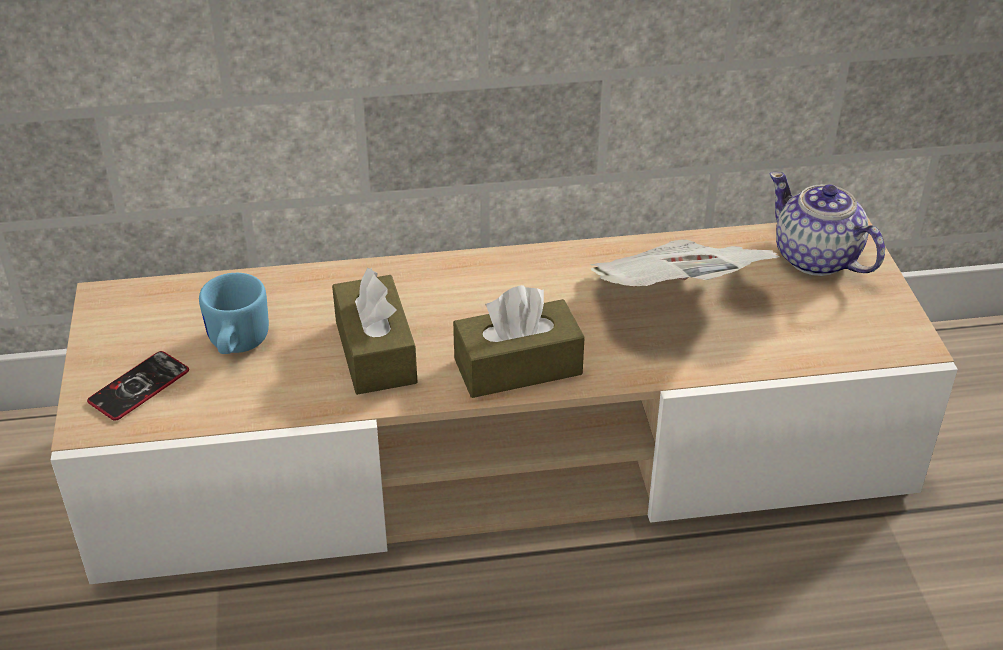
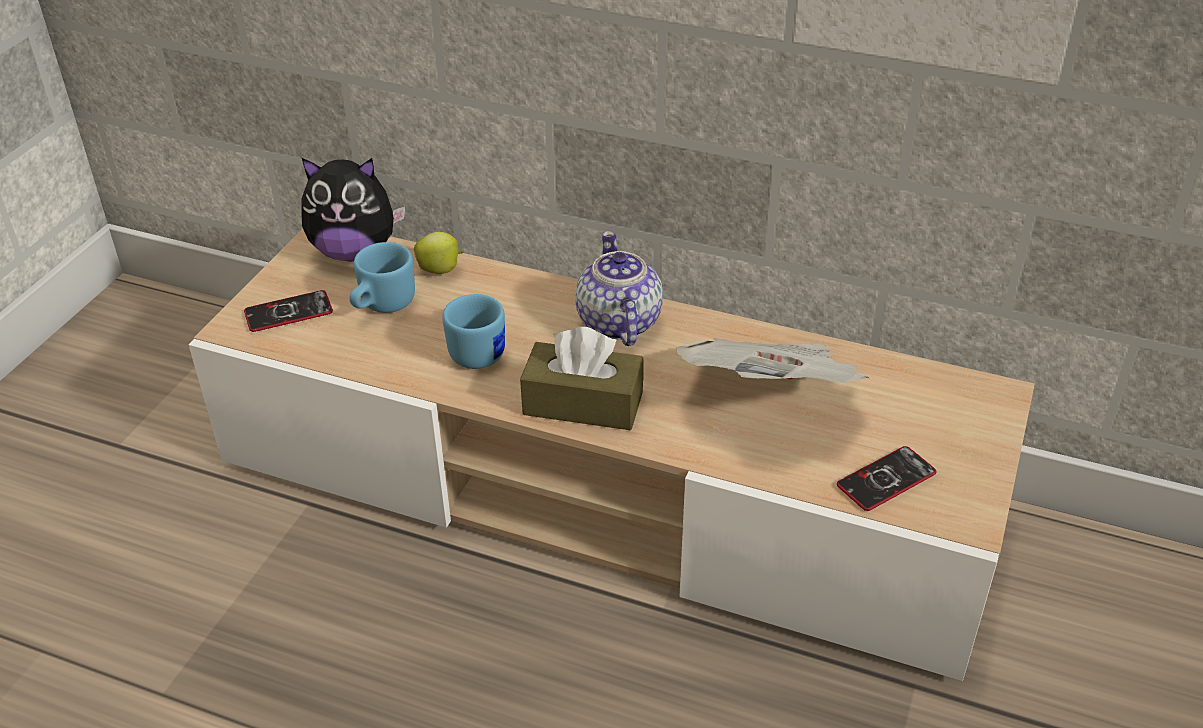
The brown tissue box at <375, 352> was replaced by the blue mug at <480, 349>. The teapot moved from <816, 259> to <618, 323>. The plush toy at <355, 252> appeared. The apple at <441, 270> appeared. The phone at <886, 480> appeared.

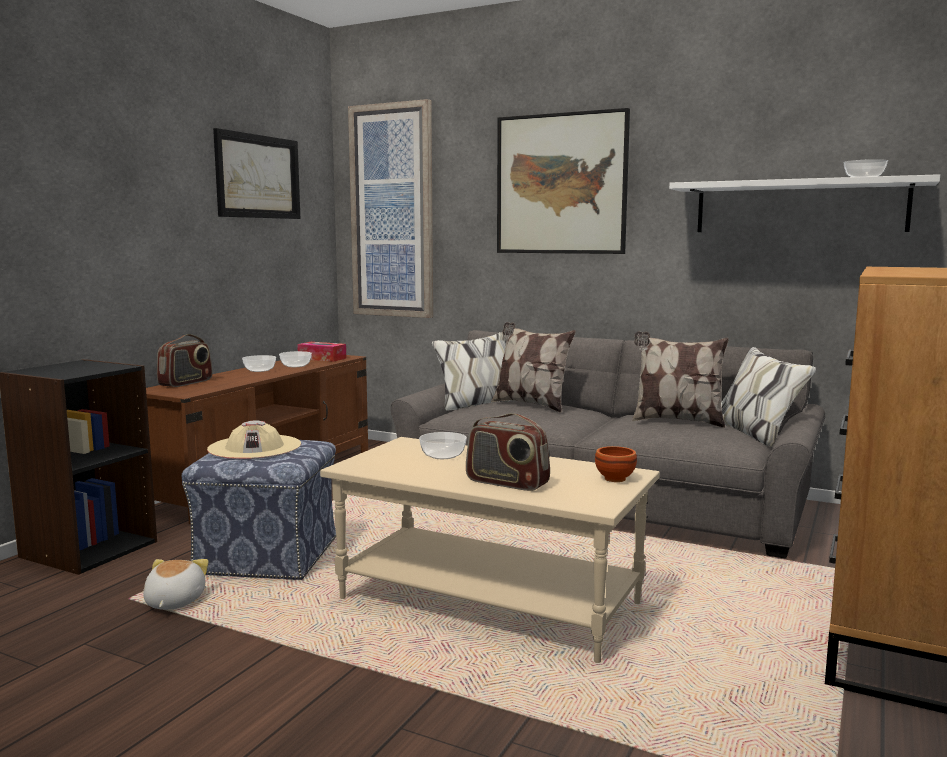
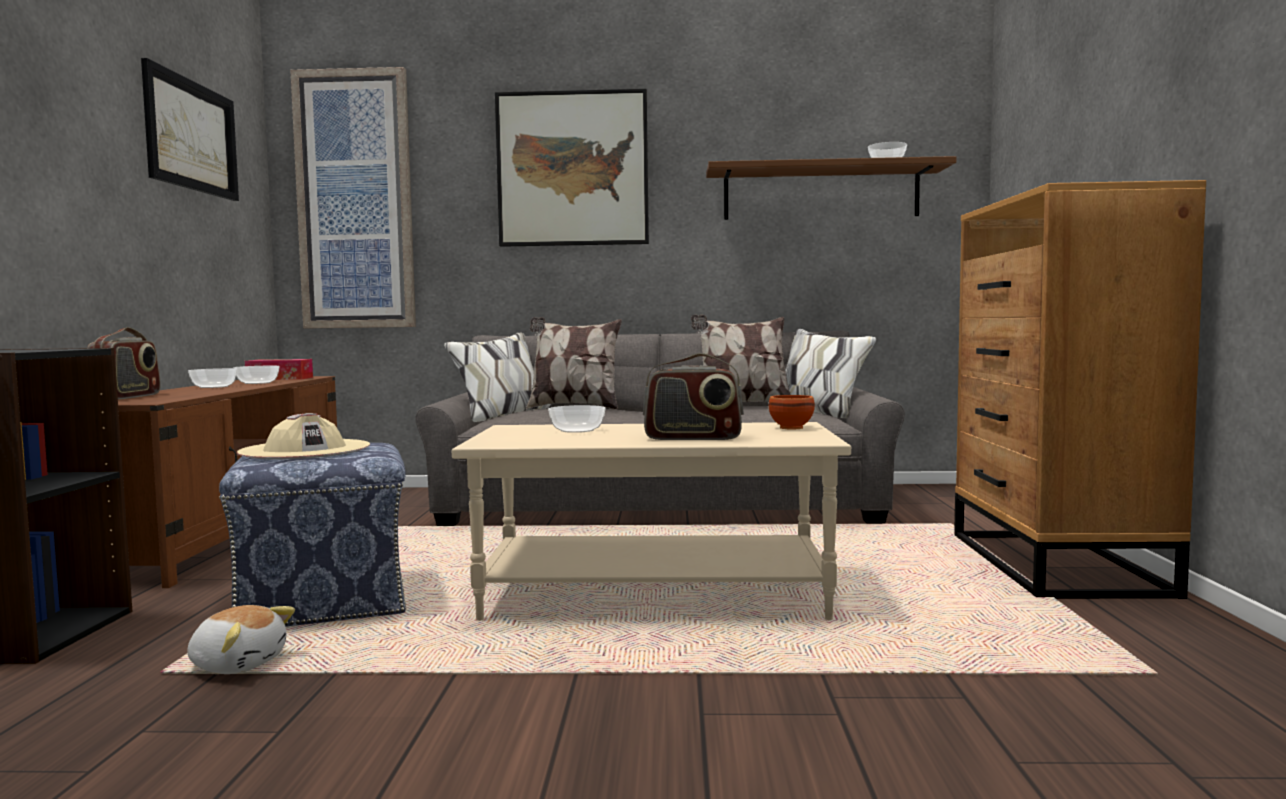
The plush toy at <173, 602> turned 135 degrees clockwise. The white shelf at <799, 207> became the brown shelf at <821, 193>.

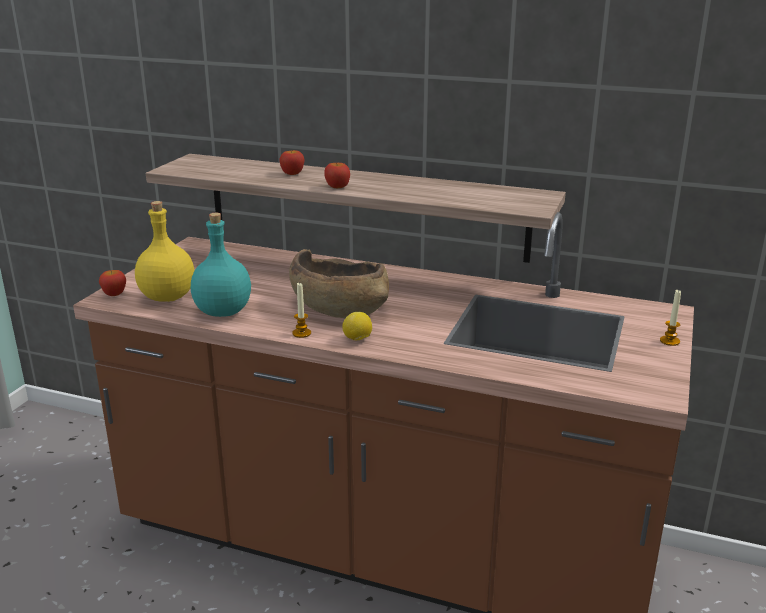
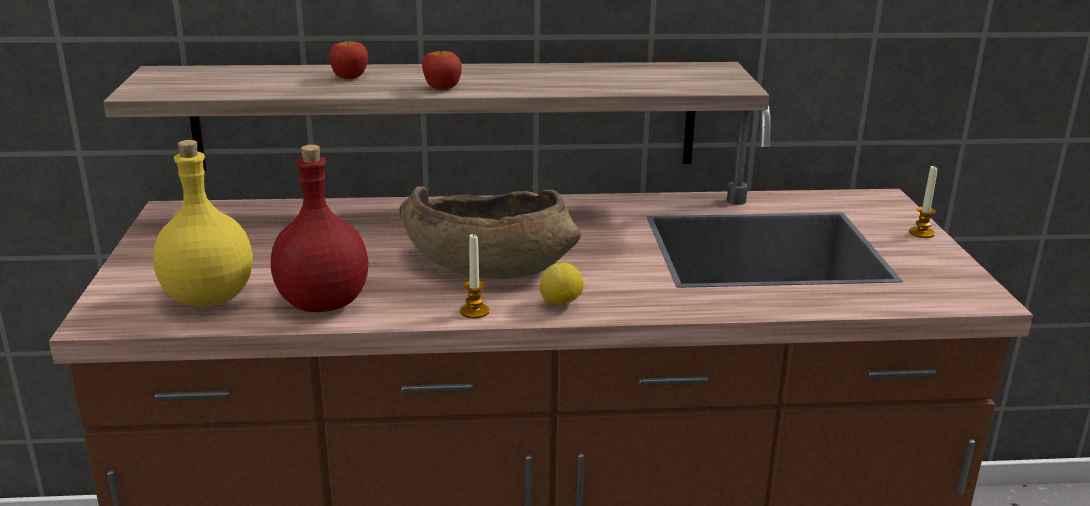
The apple at <114, 294> disappeared. The turquoise bottle at <224, 312> became the red bottle at <325, 303>.

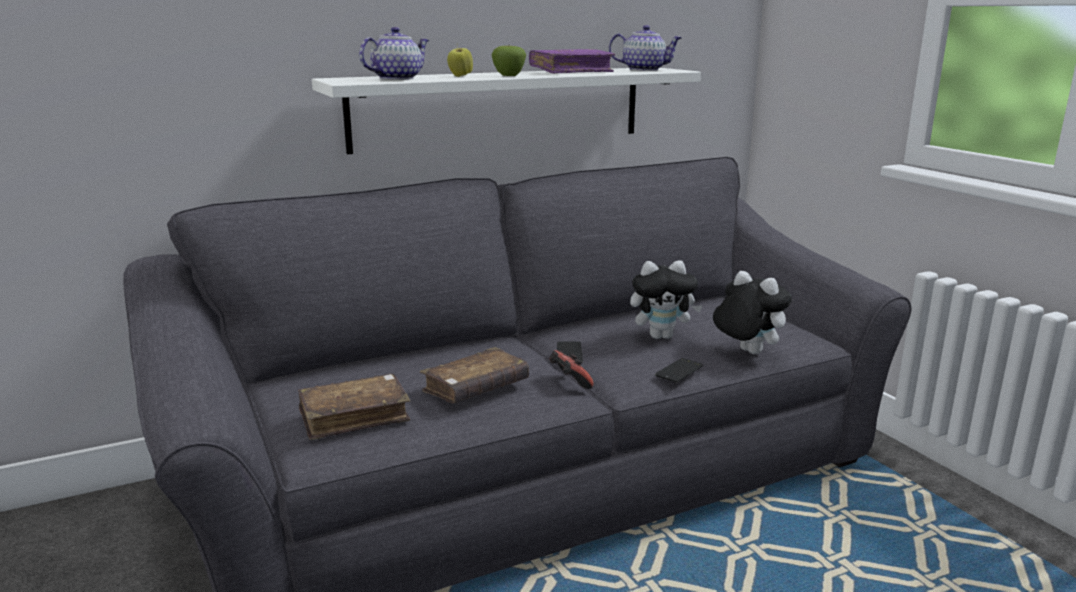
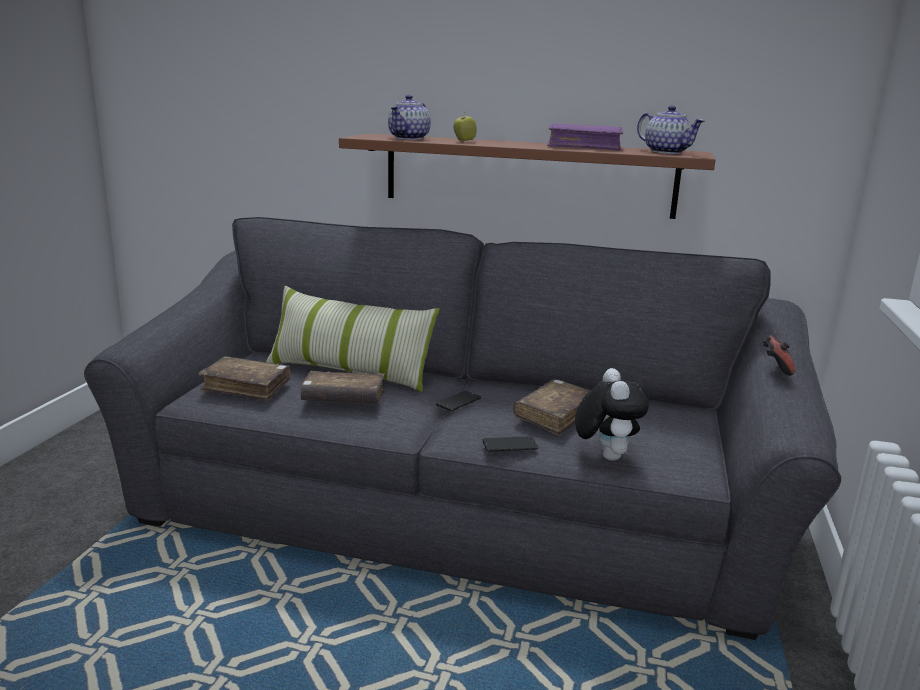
The white shelf at <500, 107> became the brown shelf at <527, 175>. The teapot at <397, 78> turned 120 degrees clockwise. The apple at <509, 76> disappeared. The game controller moved from <569, 382> to <776, 367>. The plush toy at <662, 336> was replaced by the brown book at <554, 416>. The pillow at <349, 372> appeared.

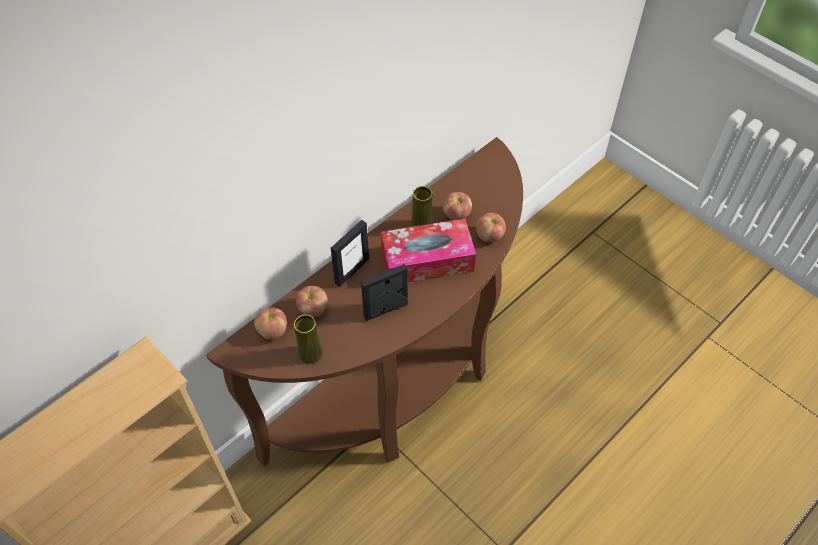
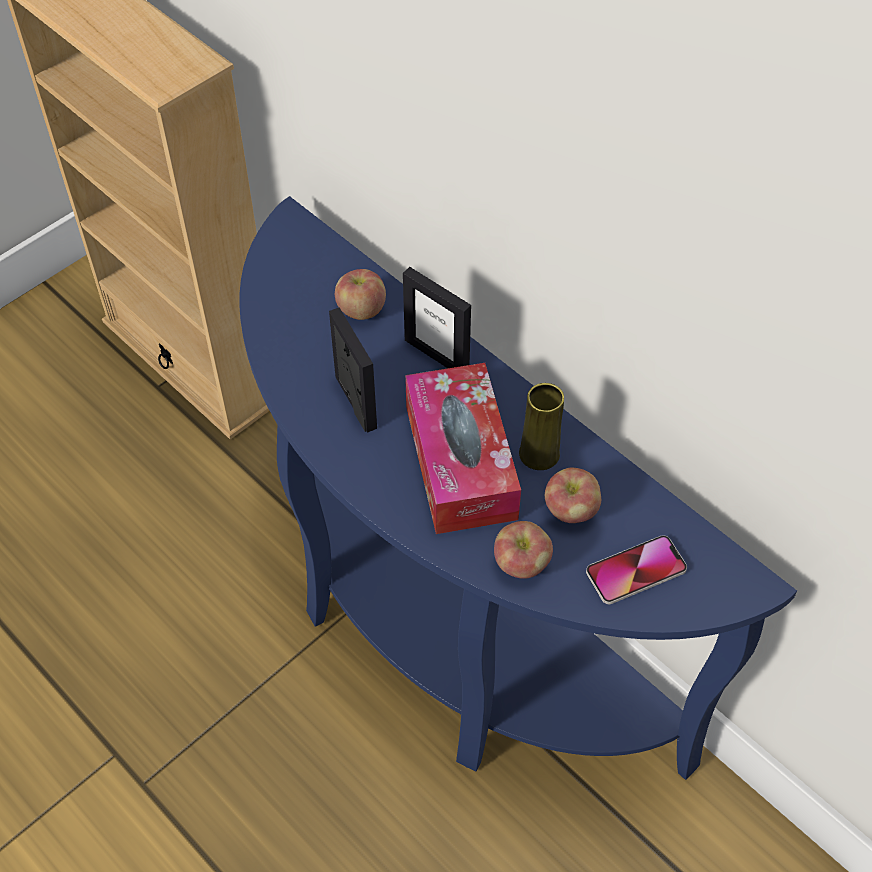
The brown console table at <403, 386> became the blue console table at <445, 633>. The apple at <272, 331> disappeared. The yellow vase at <310, 353> disappeared. The phone at <636, 571> appeared.

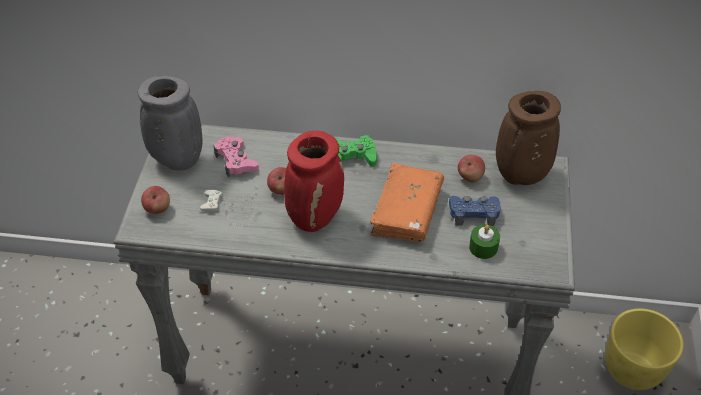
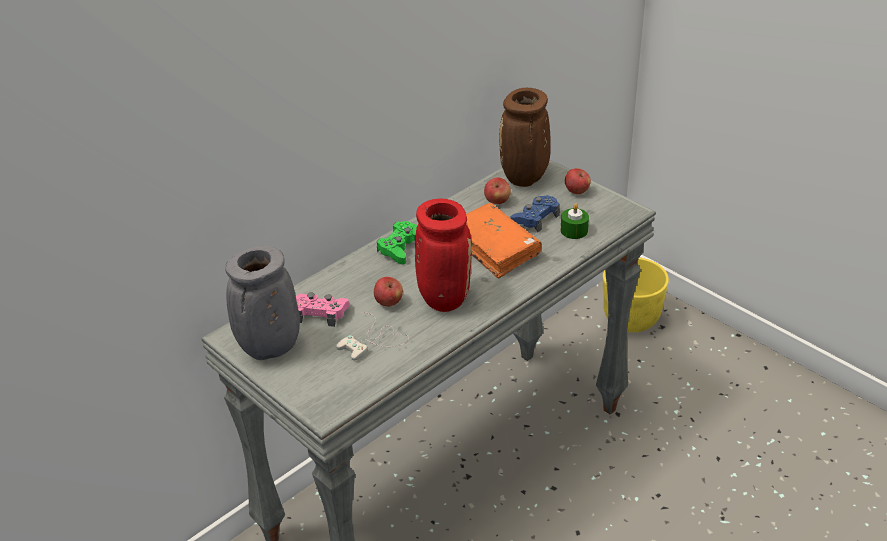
The apple moved from <157, 209> to <576, 192>.

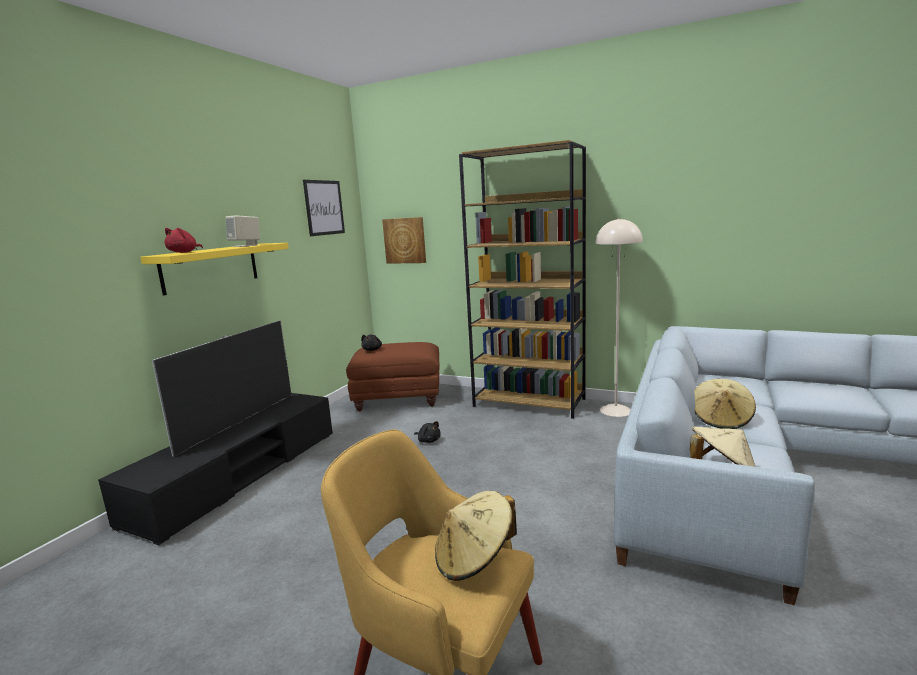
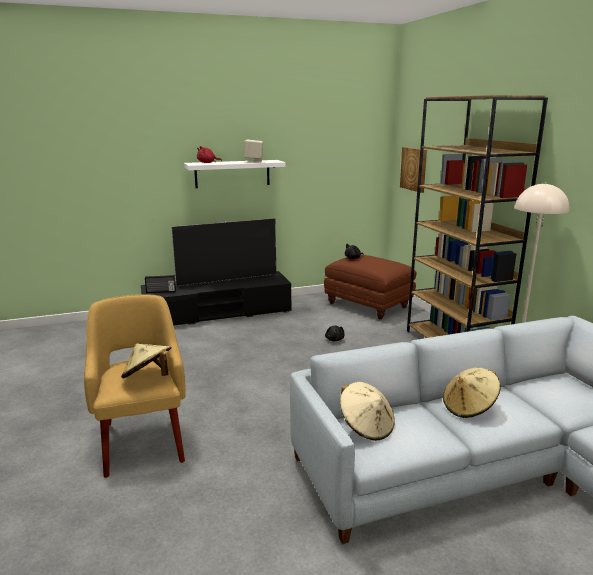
The yellow shelf at <211, 267> became the white shelf at <232, 173>. The picture at <324, 207> disappeared. The radio at <161, 291> appeared.

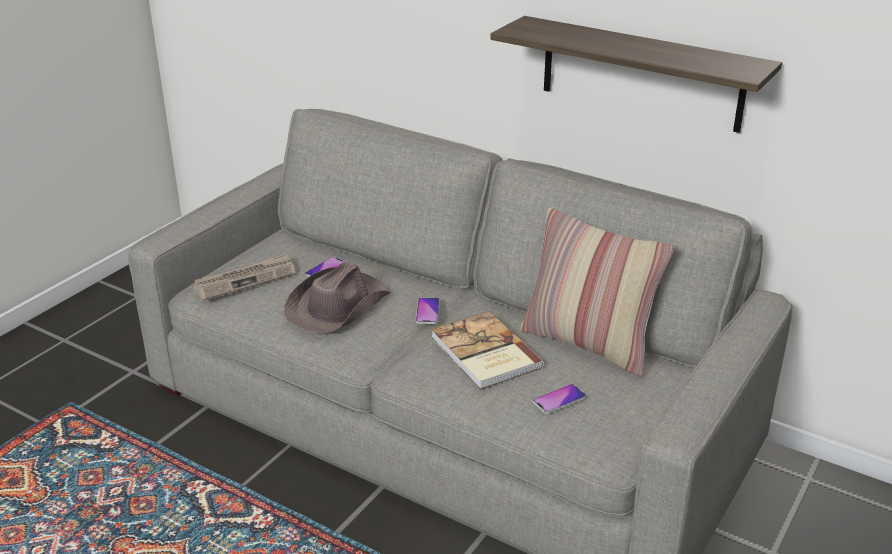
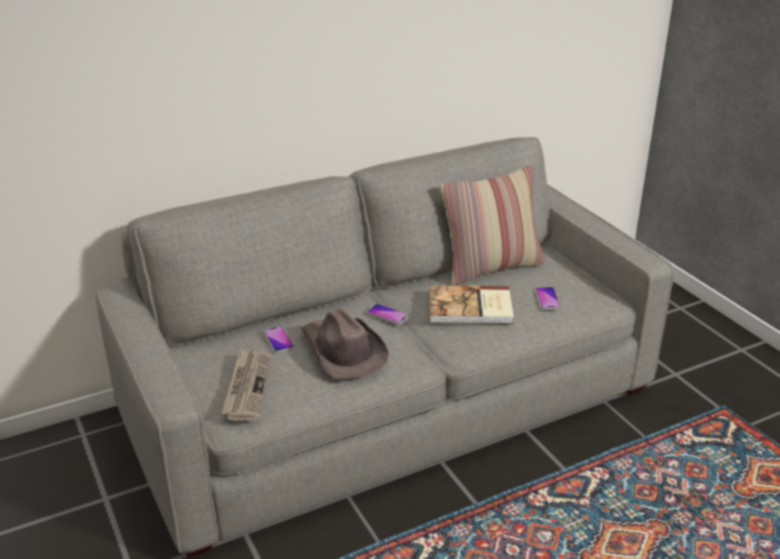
The shelf at <641, 74> disappeared.

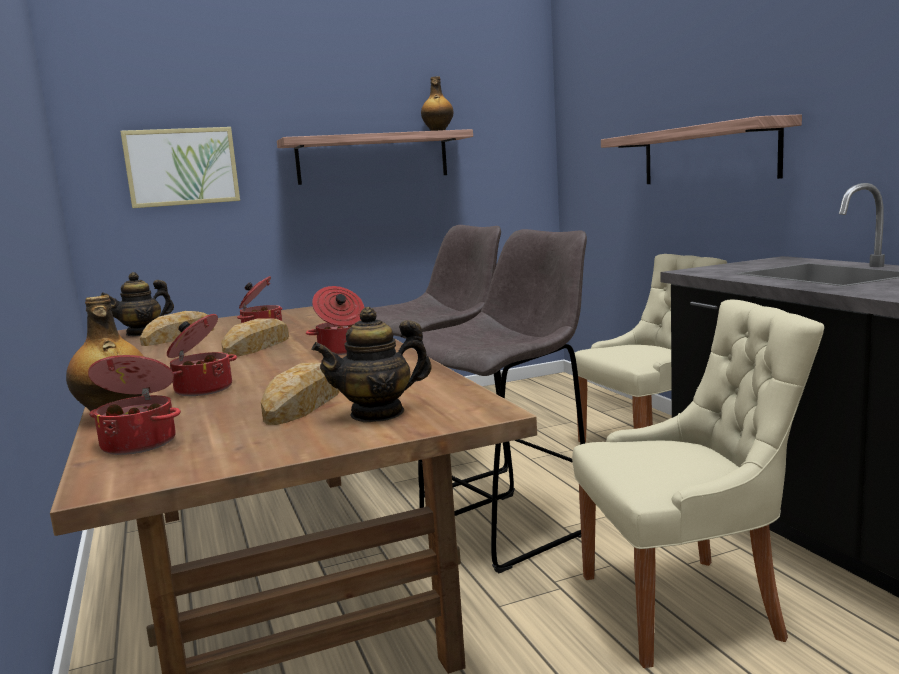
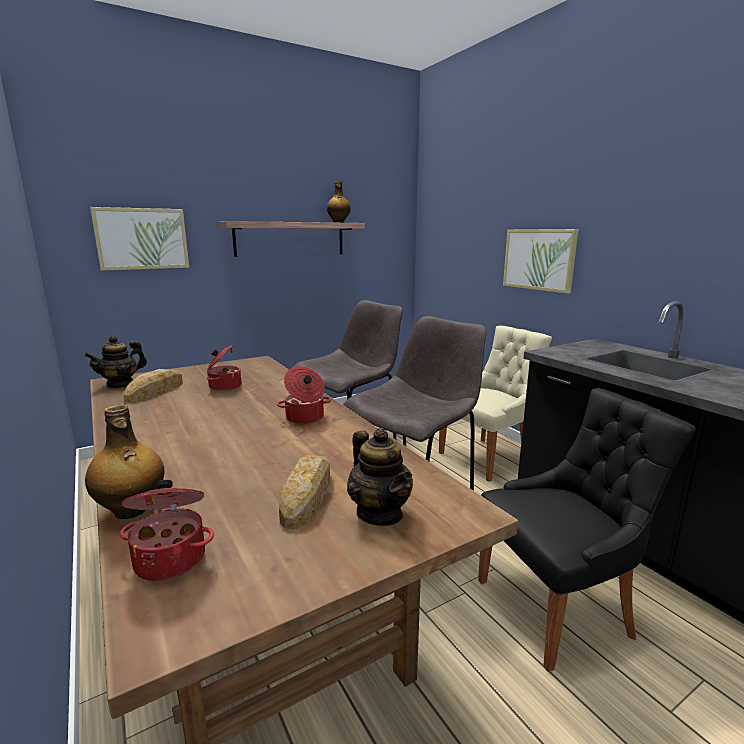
The cooking pot at <202, 389> disappeared. The bread at <258, 346> disappeared. The teapot at <378, 413> turned 90 degrees counterclockwise. The beige chair at <686, 606> became the black chair at <558, 607>. The shelf at <707, 154> was replaced by the picture at <539, 259>.

